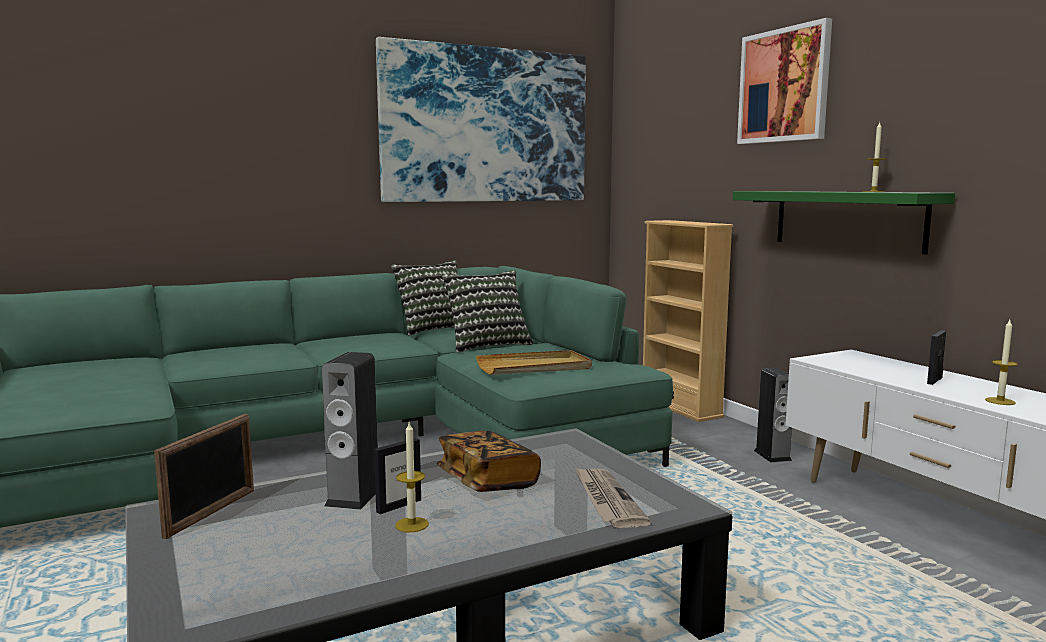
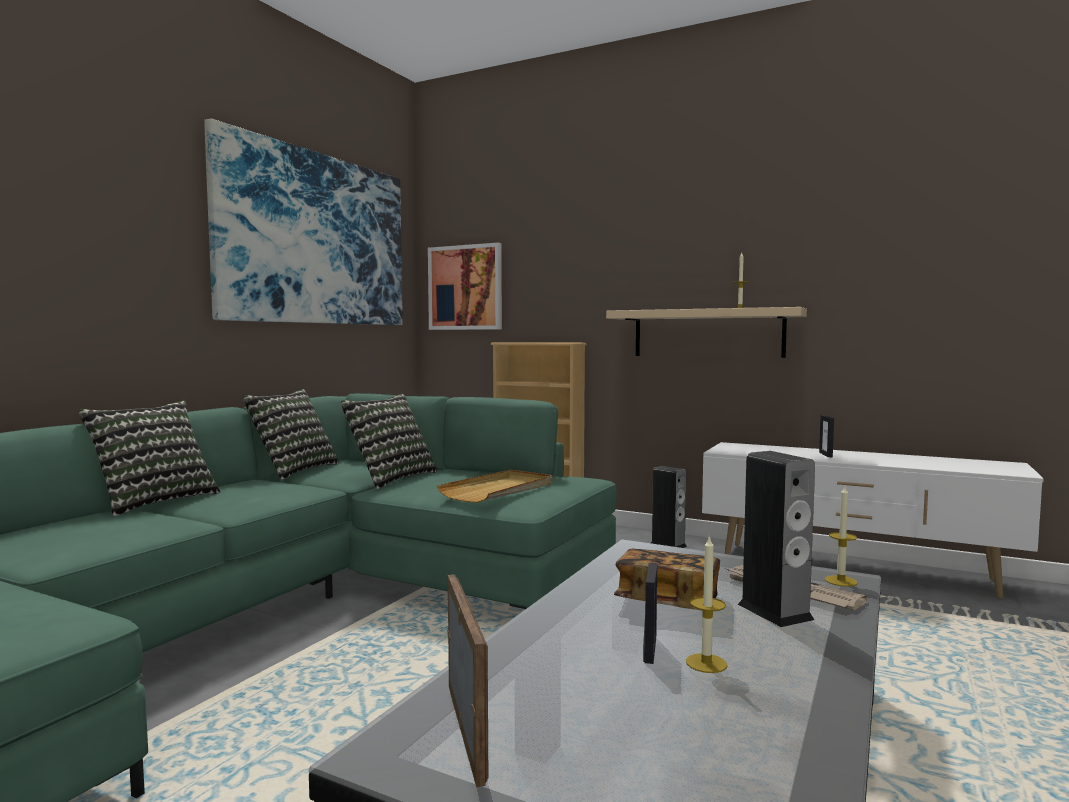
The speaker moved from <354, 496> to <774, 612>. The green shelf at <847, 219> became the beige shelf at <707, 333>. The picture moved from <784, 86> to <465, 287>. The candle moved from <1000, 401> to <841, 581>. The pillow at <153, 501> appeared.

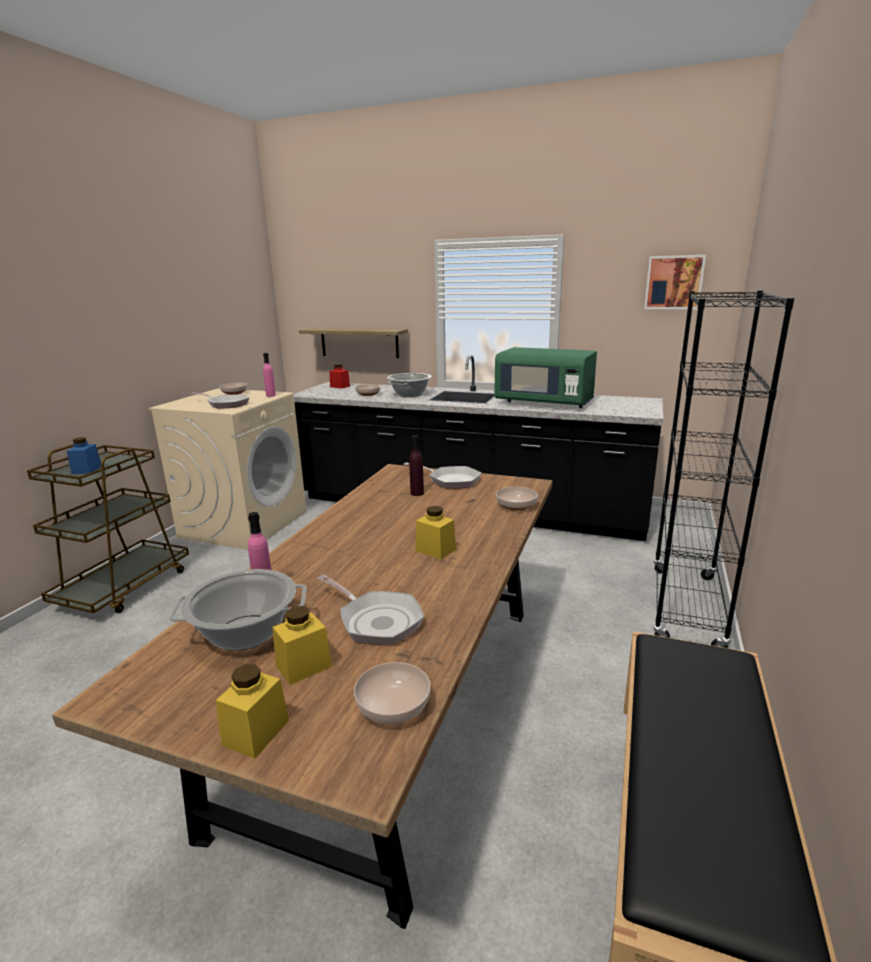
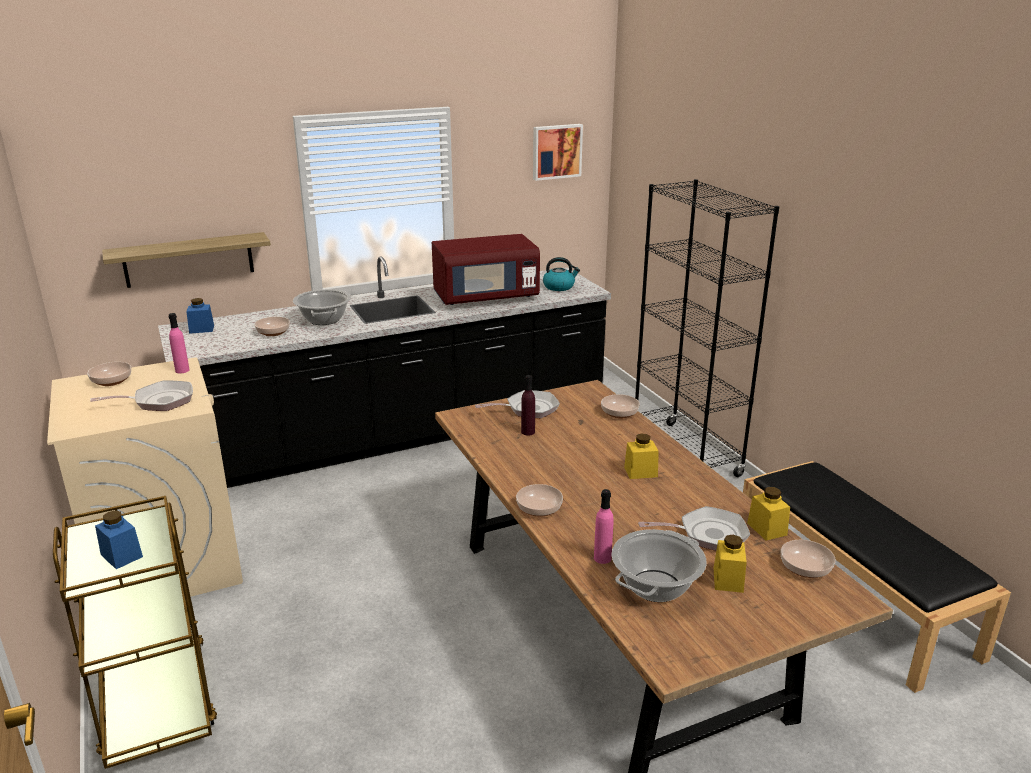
The yellow jar moved from <256, 732> to <767, 529>. The red jar at <340, 386> became the blue jar at <201, 329>. The green microwave at <544, 402> became the red microwave at <485, 297>. The bowl at <540, 509> appeared. The kettle at <559, 287> appeared.

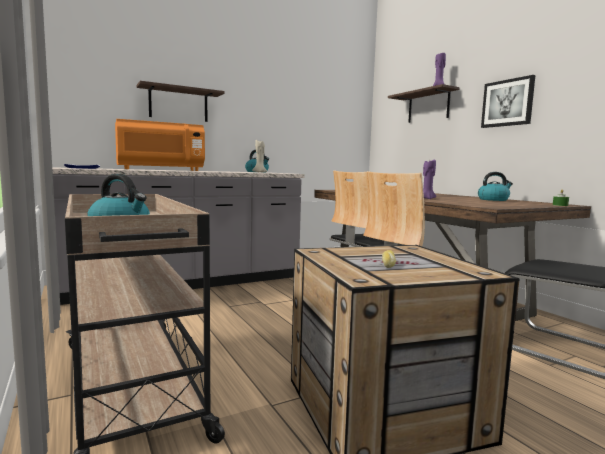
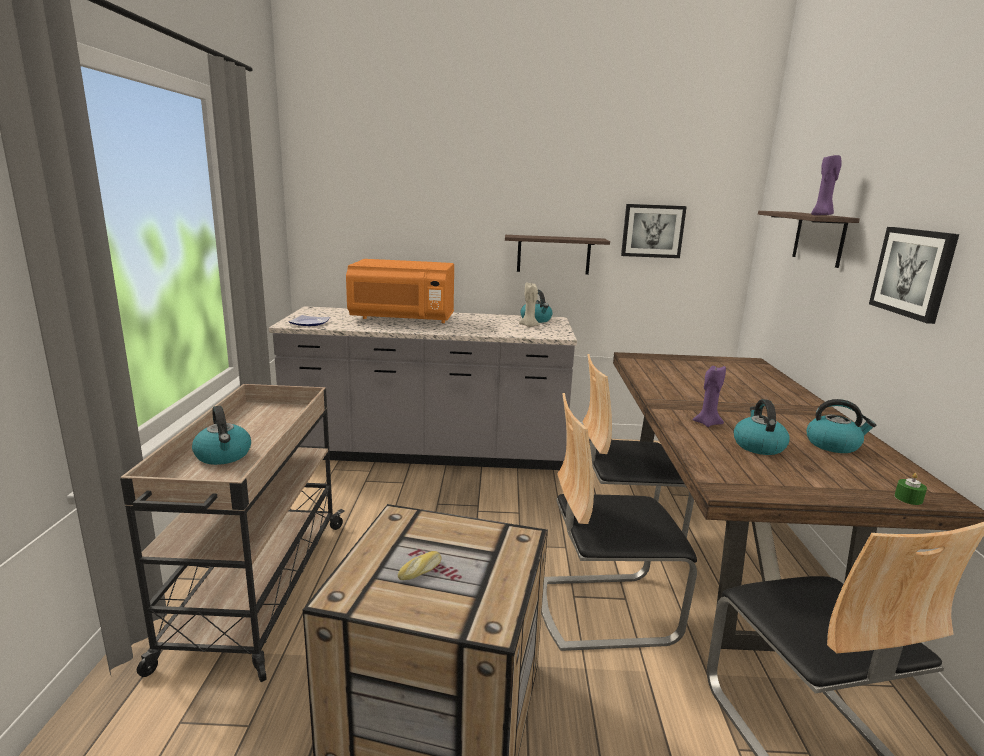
The shelf moved from <178, 104> to <553, 254>. The picture at <652, 231> appeared. The kettle at <758, 446> appeared.

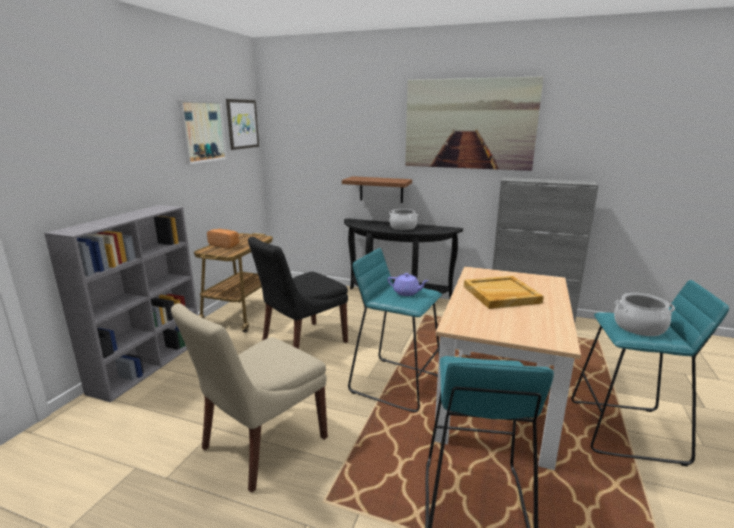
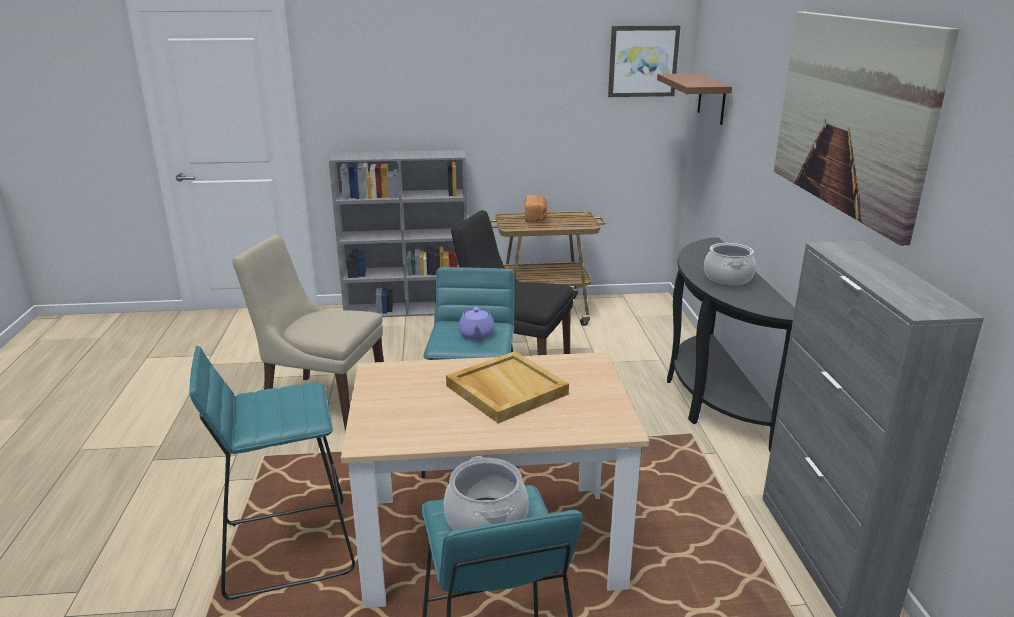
The picture at <202, 131> disappeared. The brown shelf moved from <381, 189> to <711, 99>.

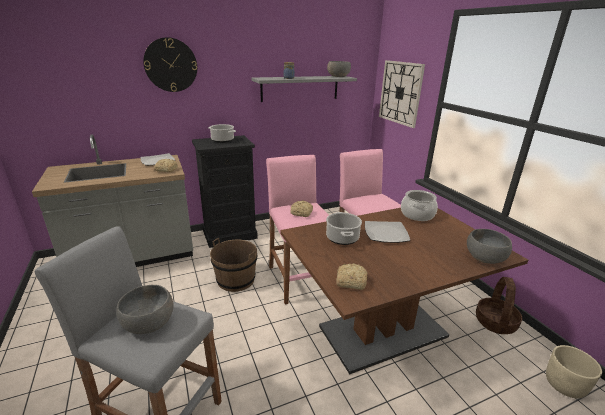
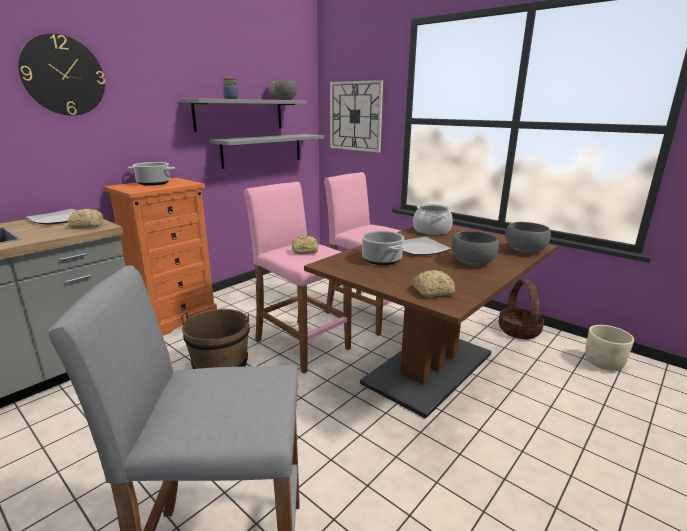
The grey bowl moved from <149, 323> to <472, 262>. The black dresser at <230, 234> became the orange dresser at <175, 317>. The grey shelf at <262, 150> appeared.

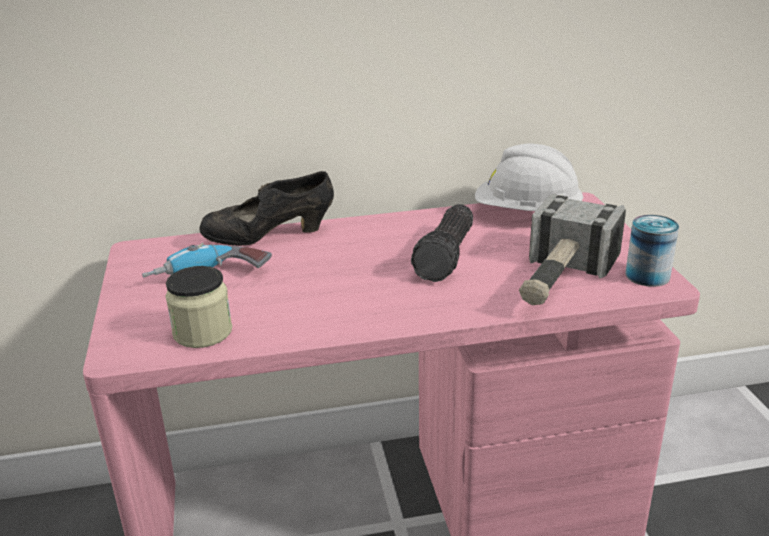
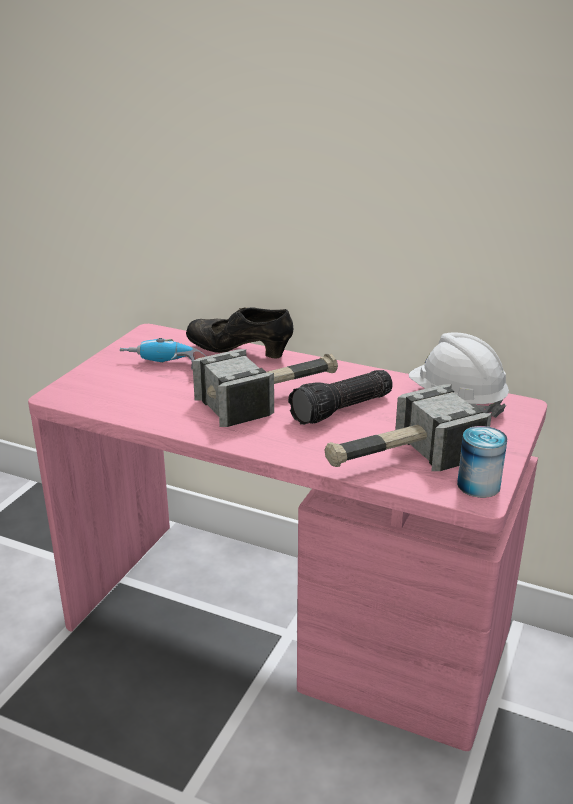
The jar at <202, 332> disappeared. The hammer at <272, 398> appeared.

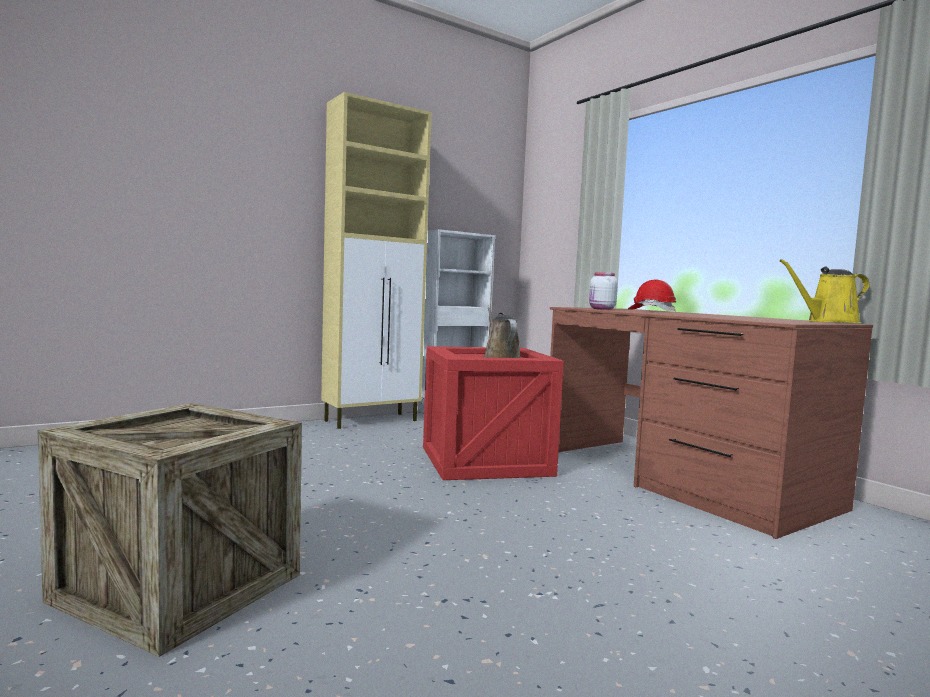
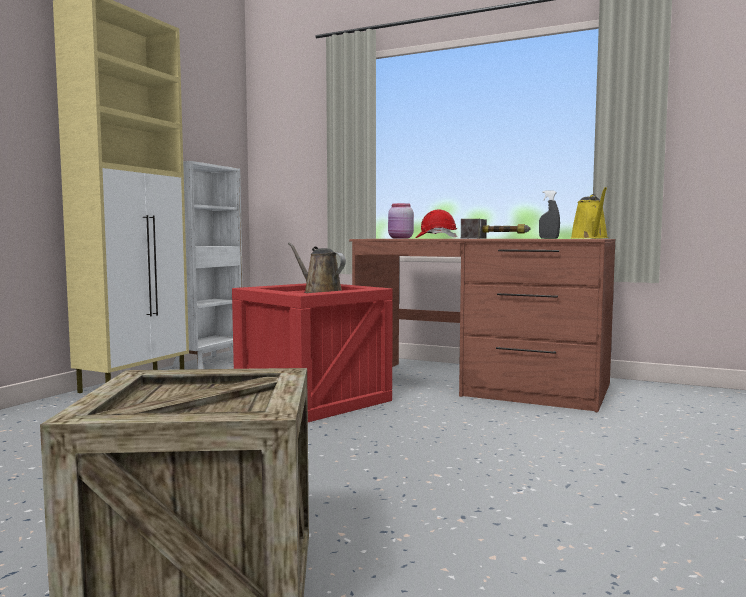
The white jar at <601, 309> became the pink jar at <400, 238>. The yellow watering can at <828, 322> turned 45 degrees counterclockwise. The hammer at <496, 238> appeared. The grey spray bottle at <548, 238> appeared.

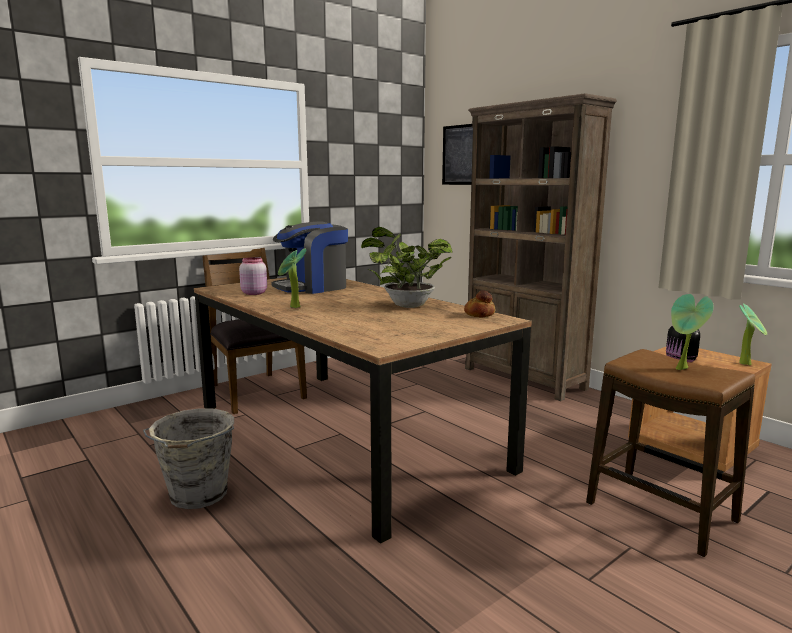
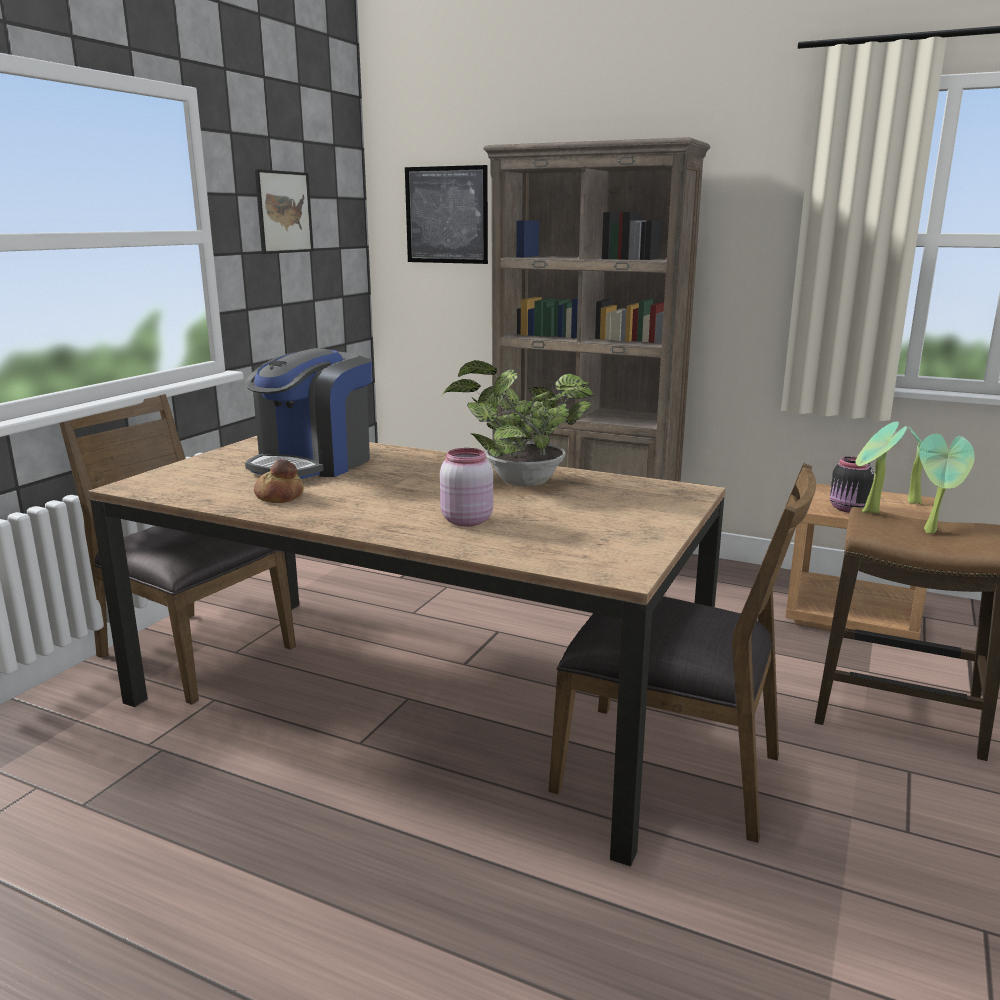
The grey bucket at <198, 495> disappeared. The pink jar moved from <253, 293> to <465, 520>. The potted plant moved from <292, 307> to <869, 513>. The bread moved from <480, 314> to <280, 496>. The picture at <284, 212> appeared. The brown chair at <670, 770> appeared.

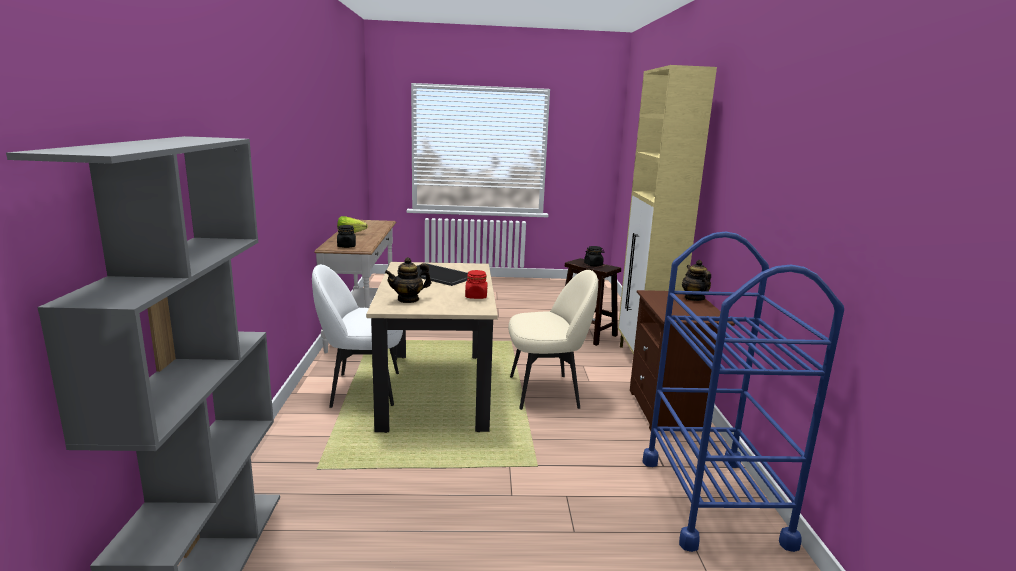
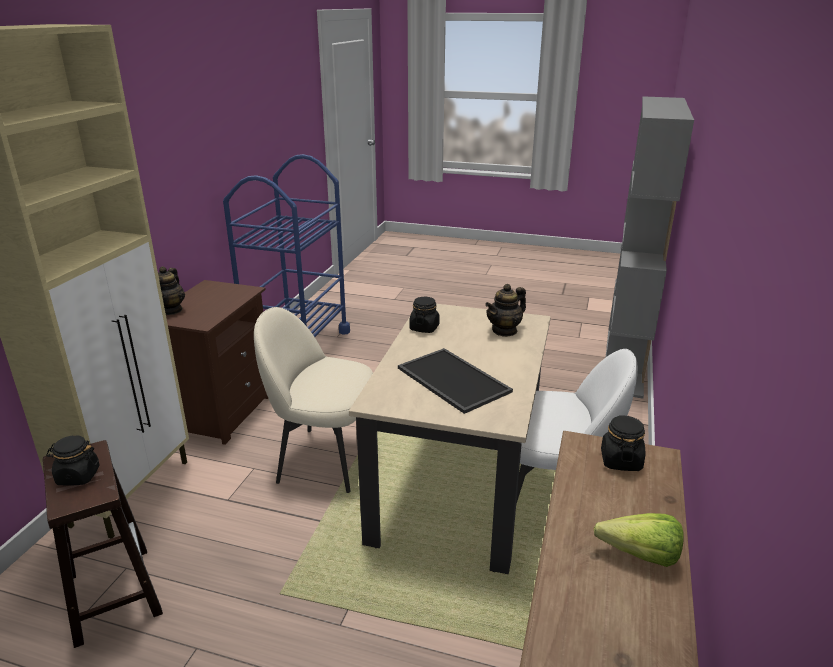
The teapot at <408, 299> turned 150 degrees clockwise. The red jar at <476, 296> became the black jar at <424, 328>.

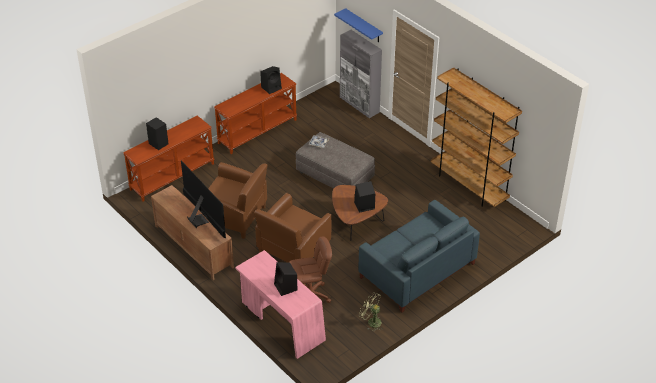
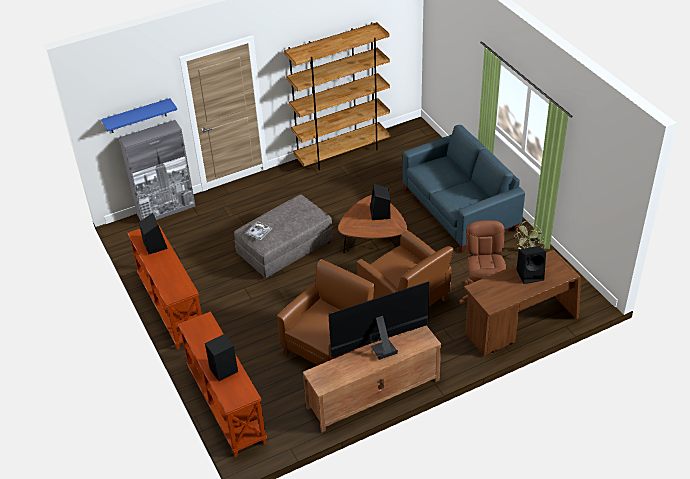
The pink desk at <281, 322> became the brown desk at <520, 325>.

